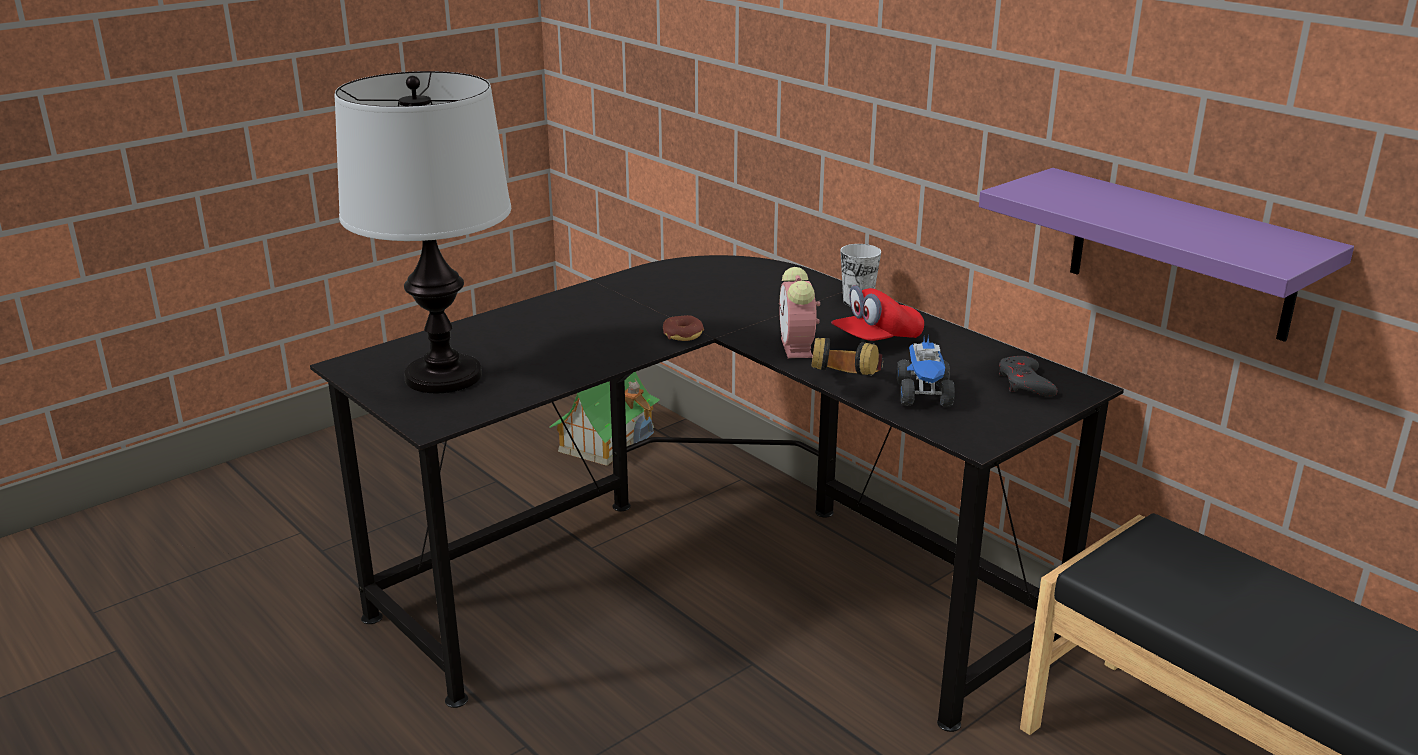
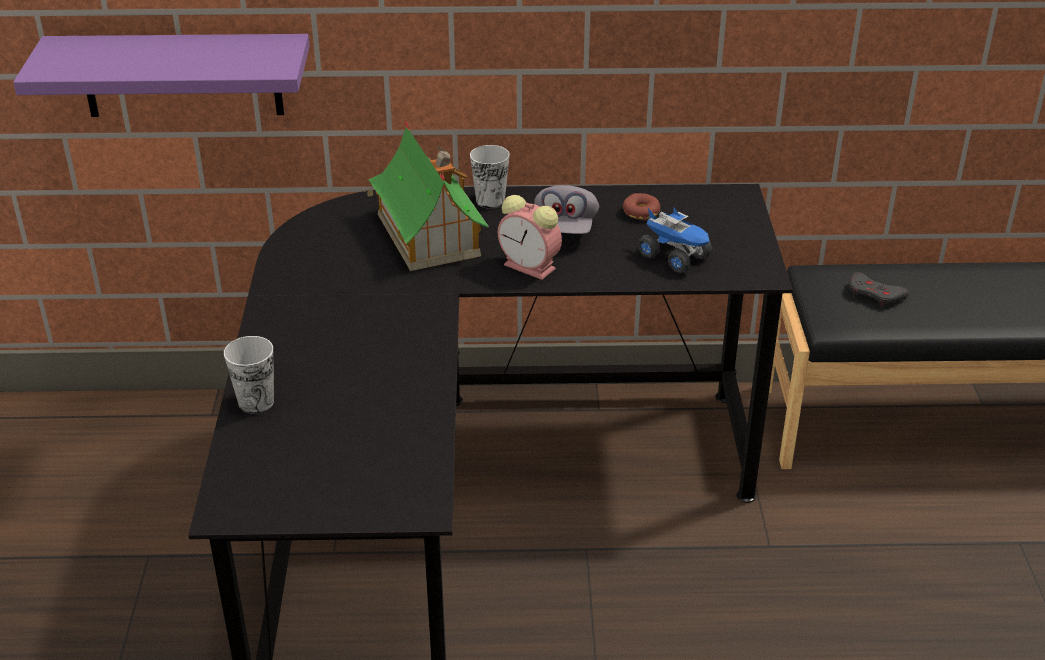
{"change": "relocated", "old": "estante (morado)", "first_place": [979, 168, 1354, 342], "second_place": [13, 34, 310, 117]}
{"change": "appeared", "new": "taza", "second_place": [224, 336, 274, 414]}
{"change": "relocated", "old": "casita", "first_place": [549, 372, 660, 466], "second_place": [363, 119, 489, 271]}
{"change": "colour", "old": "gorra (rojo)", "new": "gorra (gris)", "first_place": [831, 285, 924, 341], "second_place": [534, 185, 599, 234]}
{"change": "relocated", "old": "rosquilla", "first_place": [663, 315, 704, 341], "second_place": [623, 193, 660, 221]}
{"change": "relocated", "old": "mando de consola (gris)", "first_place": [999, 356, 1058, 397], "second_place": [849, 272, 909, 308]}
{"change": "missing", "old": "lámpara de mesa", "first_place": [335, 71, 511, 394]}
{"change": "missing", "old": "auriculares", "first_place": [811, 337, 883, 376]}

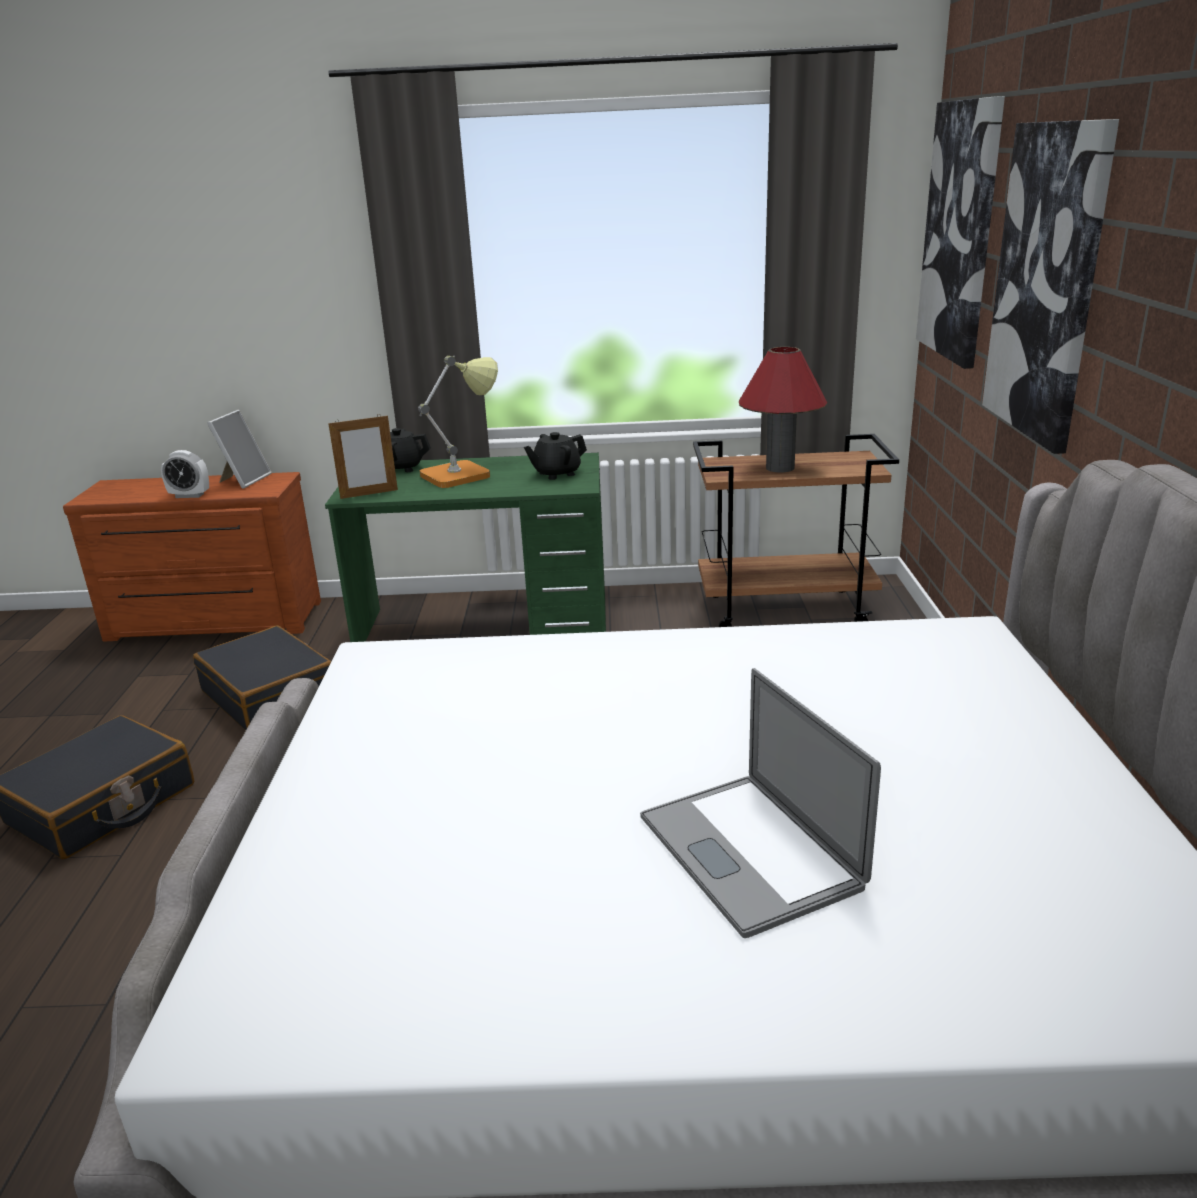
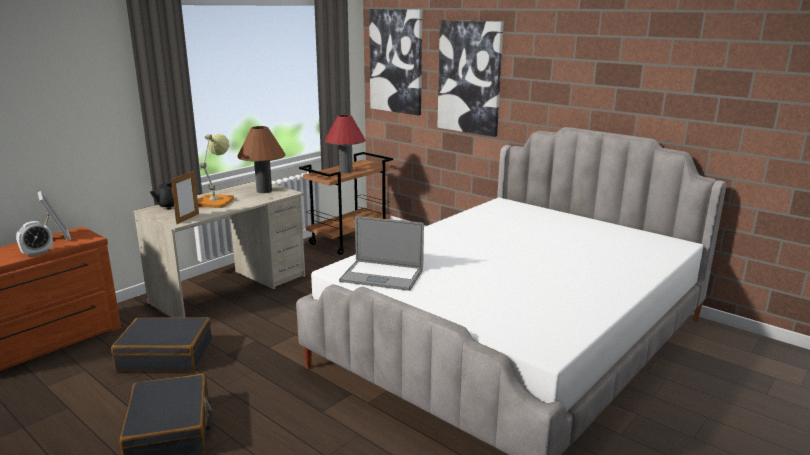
{"change": "colour", "old": "escritorio (verde)", "new": "escritorio (beis)", "first_place": [325, 453, 606, 642], "second_place": [133, 181, 305, 318]}
{"change": "exchanged", "old": "tetera (negro)", "new": "lámpara de mesa (marrón)", "first_place": [524, 432, 587, 480], "second_place": [237, 126, 285, 193]}
{"change": "relocated", "old": "portátil", "first_place": [640, 668, 881, 938], "second_place": [339, 216, 424, 291]}

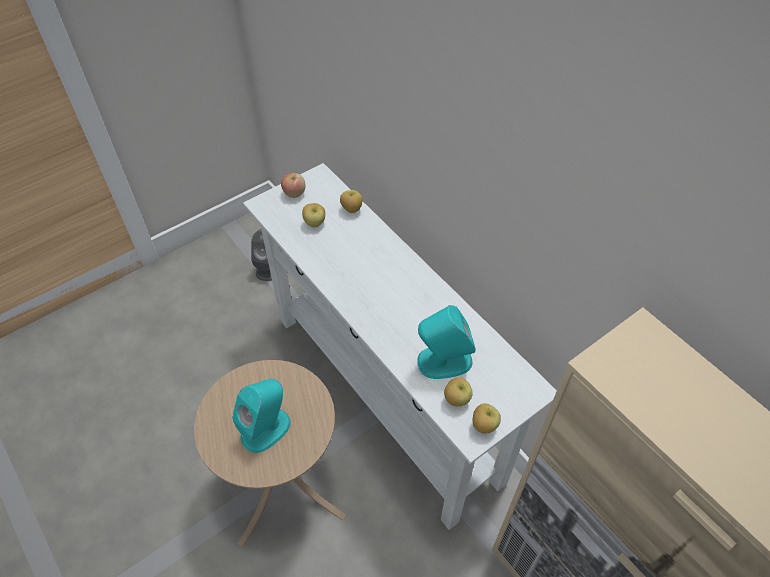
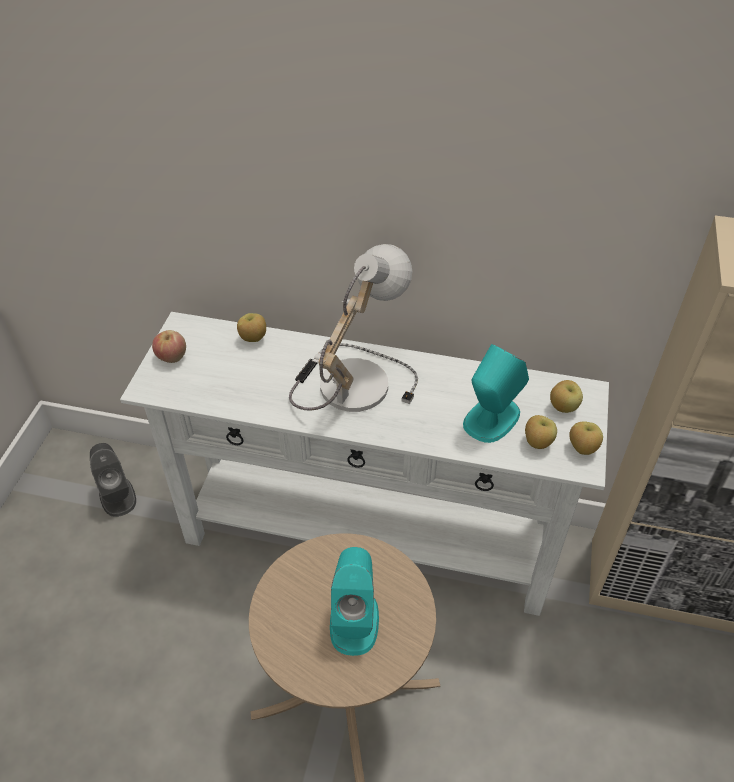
{"change": "appeared", "new": "lámpara de mesa", "second_place": [289, 244, 418, 412]}
{"change": "relocated", "old": "manzana", "first_place": [302, 203, 325, 227], "second_place": [550, 380, 583, 413]}

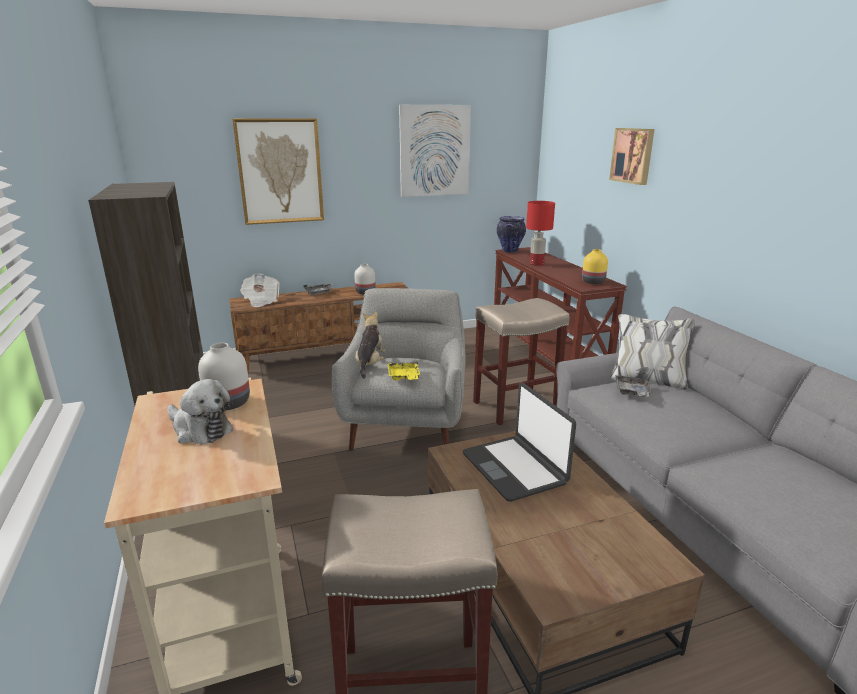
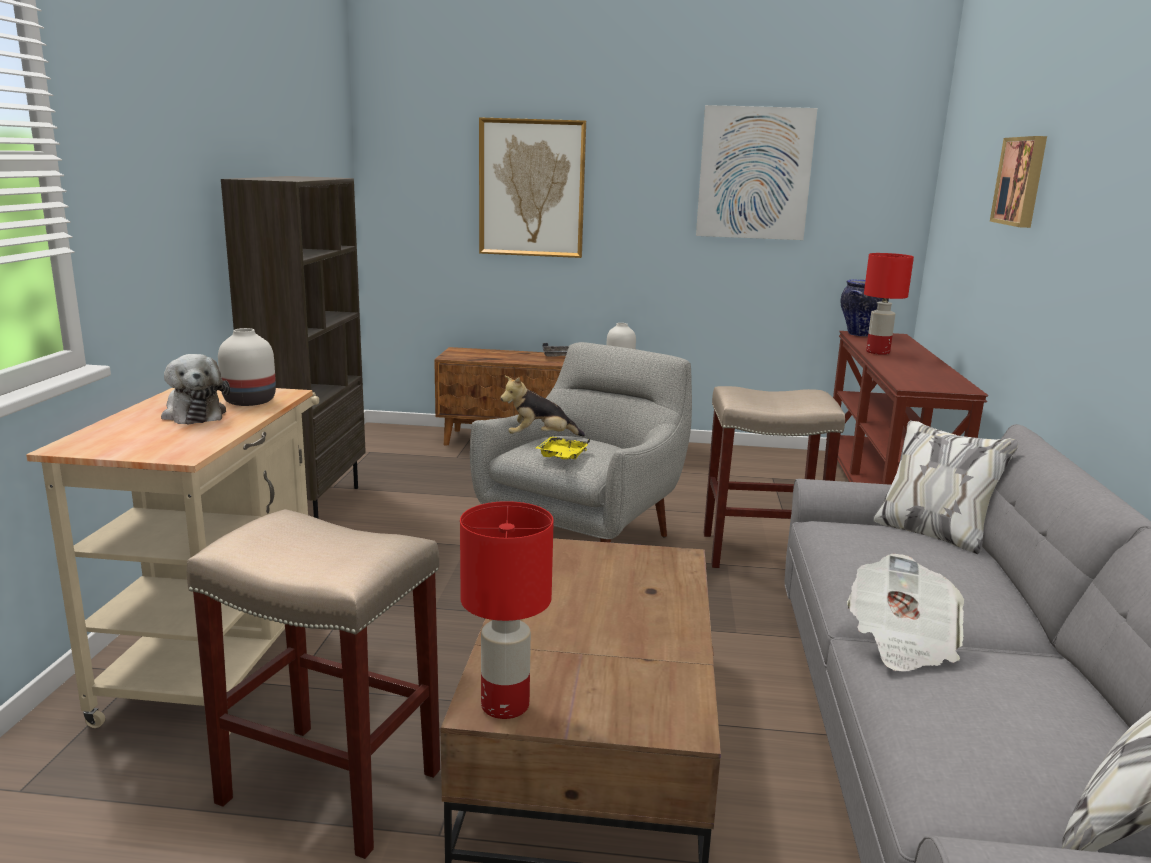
{"change": "appeared", "new": "lámpara de mesa (rojo)", "second_place": [460, 501, 554, 719]}
{"change": "spun", "old": "peluche", "first_place": [355, 312, 386, 379], "second_place": [500, 376, 585, 436], "degrees": -135}
{"change": "relocated", "old": "periódico", "first_place": [240, 274, 280, 307], "second_place": [847, 554, 964, 671]}
{"change": "missing", "old": "portátil", "first_place": [463, 382, 576, 502]}
{"change": "missing", "old": "florero (amarillo)", "first_place": [582, 249, 608, 284]}
{"change": "missing", "old": "bandeja (gris)", "first_place": [615, 375, 652, 397]}

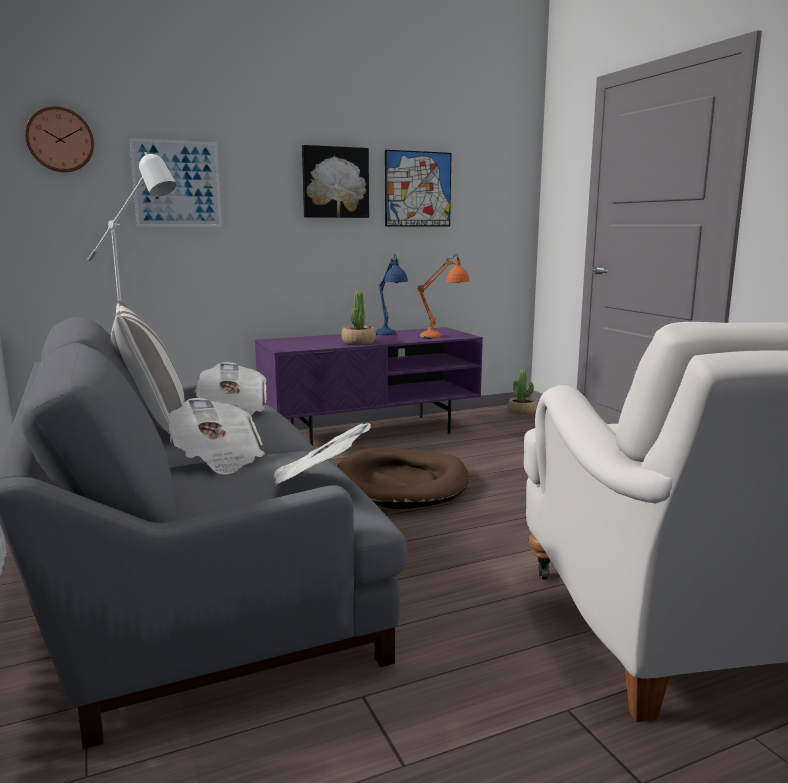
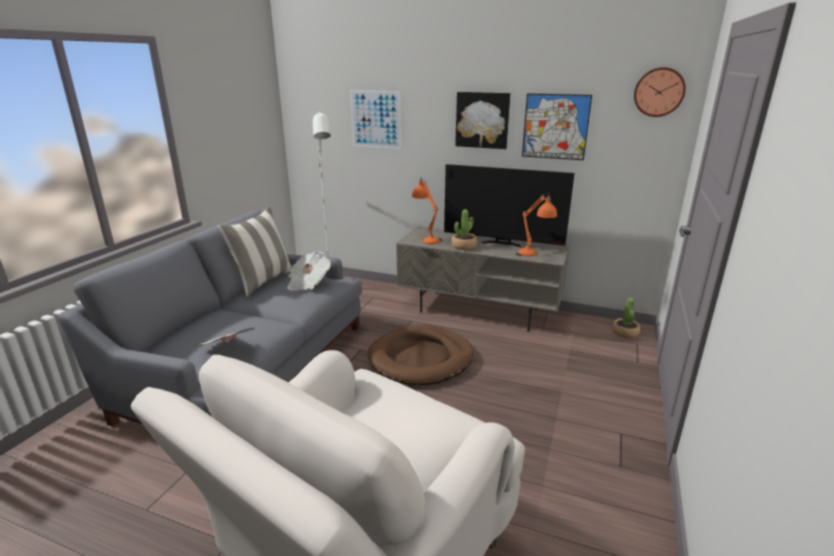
{"change": "colour", "old": "mueble de televisión (morado)", "new": "mueble de televisión (gris)", "first_place": [255, 327, 483, 446], "second_place": [396, 226, 570, 332]}
{"change": "appeared", "new": "lámpara de mesa (naranja)", "second_place": [412, 176, 443, 244]}
{"change": "exchanged", "old": "lámpara de mesa (azul)", "new": "televisor", "first_place": [376, 254, 408, 335], "second_place": [444, 164, 575, 248]}
{"change": "relocated", "old": "reloj de pared", "first_place": [25, 106, 94, 172], "second_place": [634, 67, 686, 117]}
{"change": "missing", "old": "periódico", "first_place": [168, 398, 265, 475]}

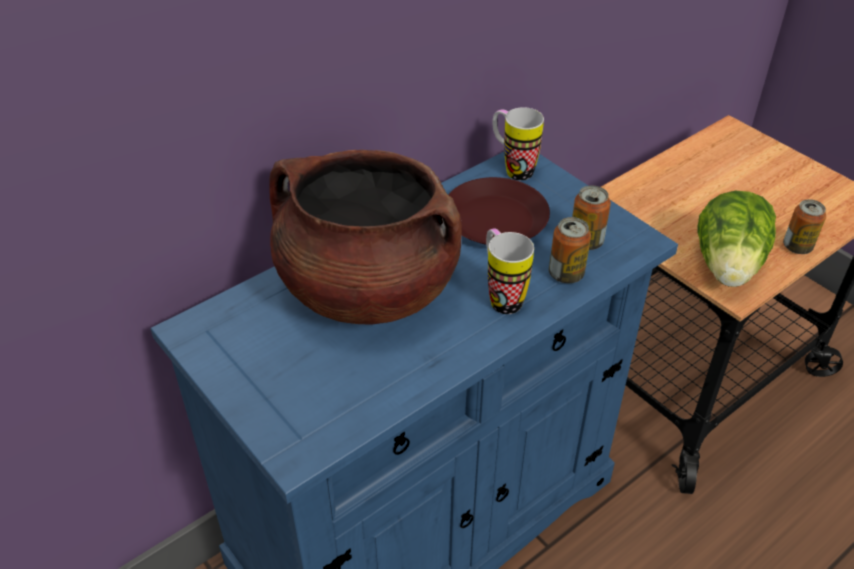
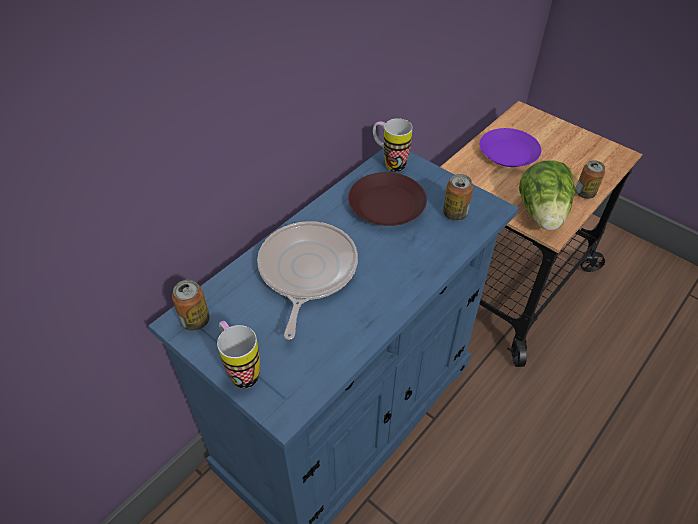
{"change": "relocated", "old": "lata", "first_place": [549, 217, 591, 283], "second_place": [172, 280, 210, 331]}
{"change": "relocated", "old": "taza grande", "first_place": [486, 229, 534, 314], "second_place": [217, 321, 260, 388]}
{"change": "exchanged", "old": "olla (marrón)", "new": "sartén", "first_place": [269, 150, 462, 325], "second_place": [257, 221, 358, 340]}
{"change": "appeared", "new": "plato (morado)", "second_place": [480, 128, 541, 167]}

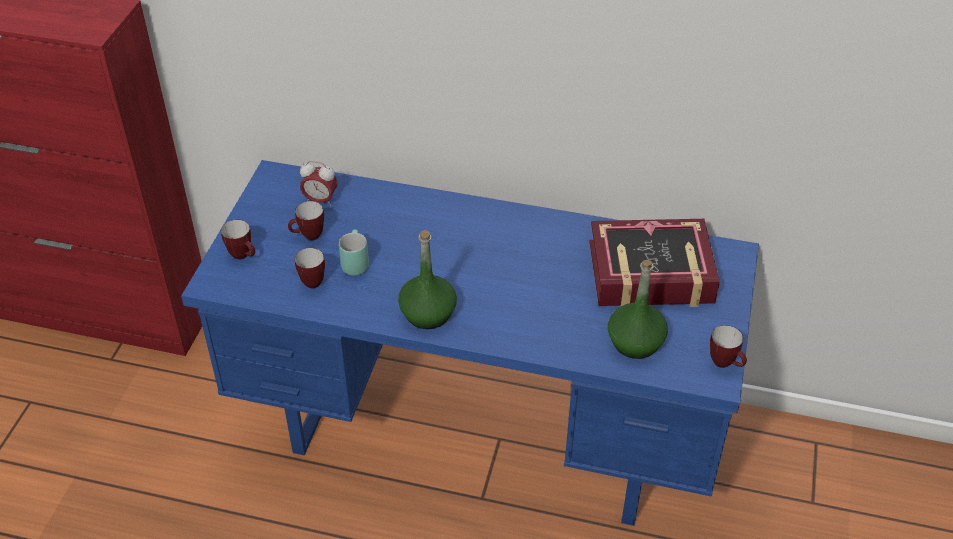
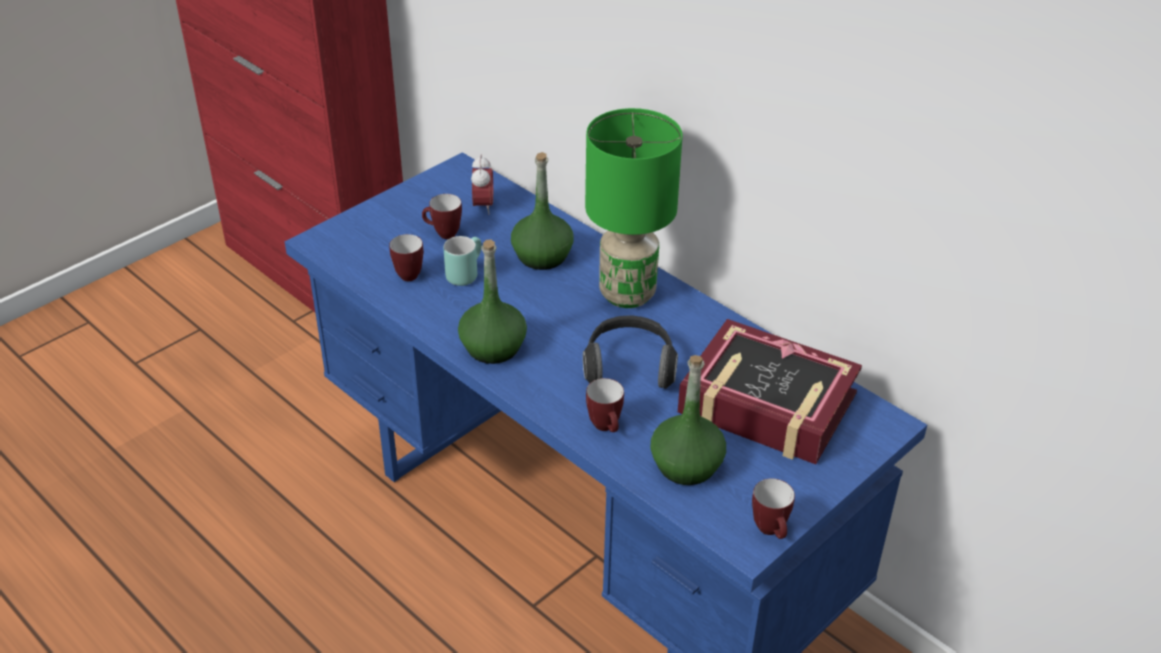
{"change": "spun", "old": "despertador", "first_place": [300, 161, 337, 207], "second_place": [471, 155, 493, 215], "degrees": -135}
{"change": "appeared", "new": "botella (verde)", "second_place": [511, 152, 574, 270]}
{"change": "appeared", "new": "auriculares", "second_place": [583, 315, 678, 389]}
{"change": "appeared", "new": "lámpara de mesa (verde)", "second_place": [585, 108, 683, 308]}
{"change": "relocated", "old": "taza grande", "first_place": [221, 220, 255, 259], "second_place": [586, 378, 624, 432]}

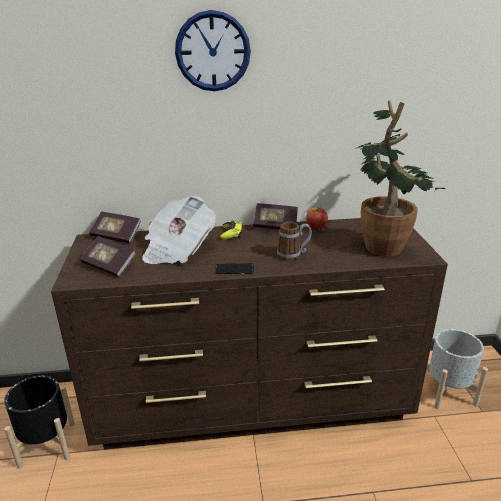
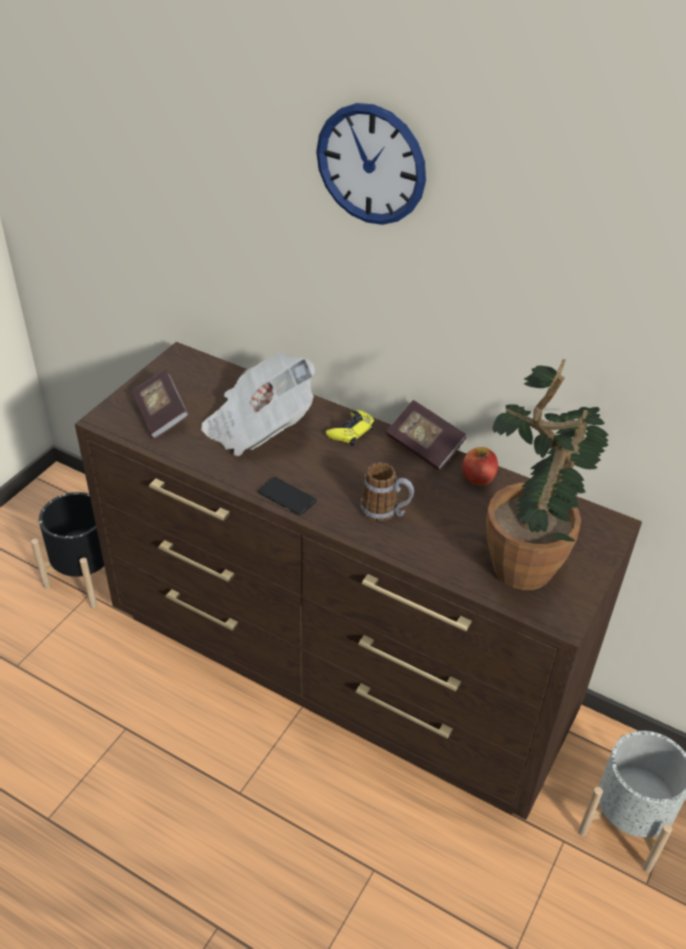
{"change": "missing", "old": "libro", "first_place": [89, 211, 140, 243]}

